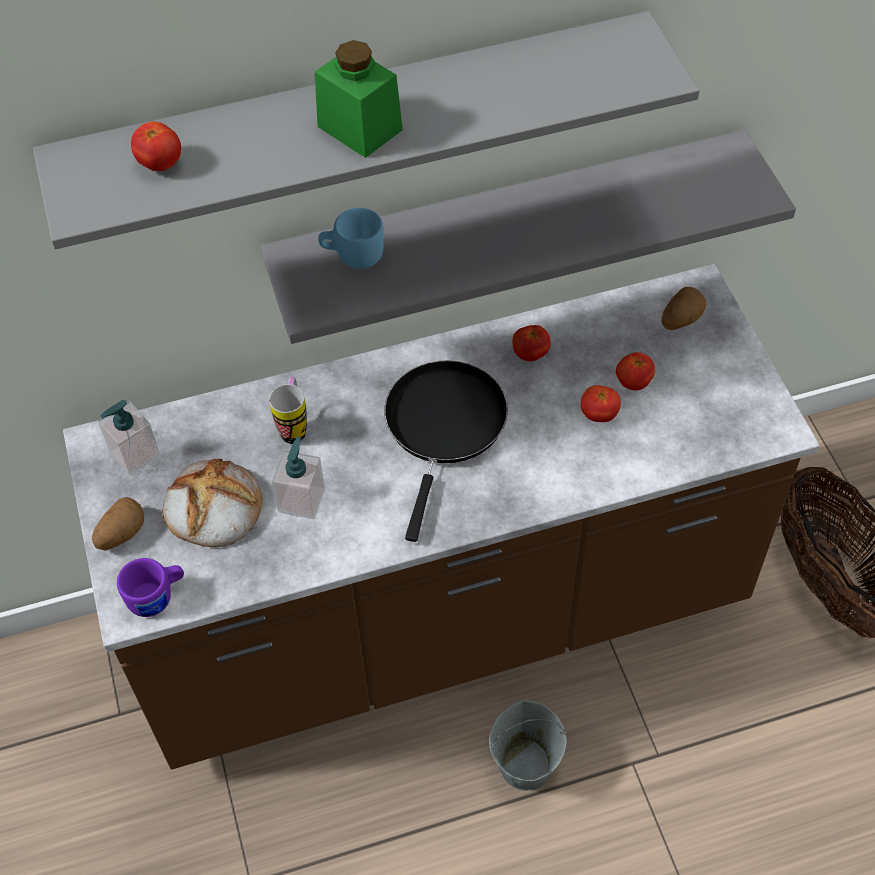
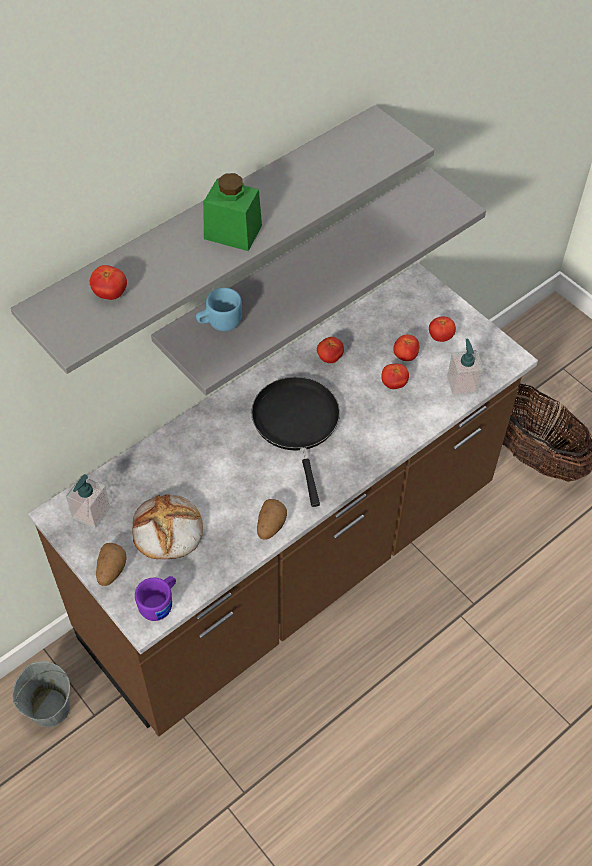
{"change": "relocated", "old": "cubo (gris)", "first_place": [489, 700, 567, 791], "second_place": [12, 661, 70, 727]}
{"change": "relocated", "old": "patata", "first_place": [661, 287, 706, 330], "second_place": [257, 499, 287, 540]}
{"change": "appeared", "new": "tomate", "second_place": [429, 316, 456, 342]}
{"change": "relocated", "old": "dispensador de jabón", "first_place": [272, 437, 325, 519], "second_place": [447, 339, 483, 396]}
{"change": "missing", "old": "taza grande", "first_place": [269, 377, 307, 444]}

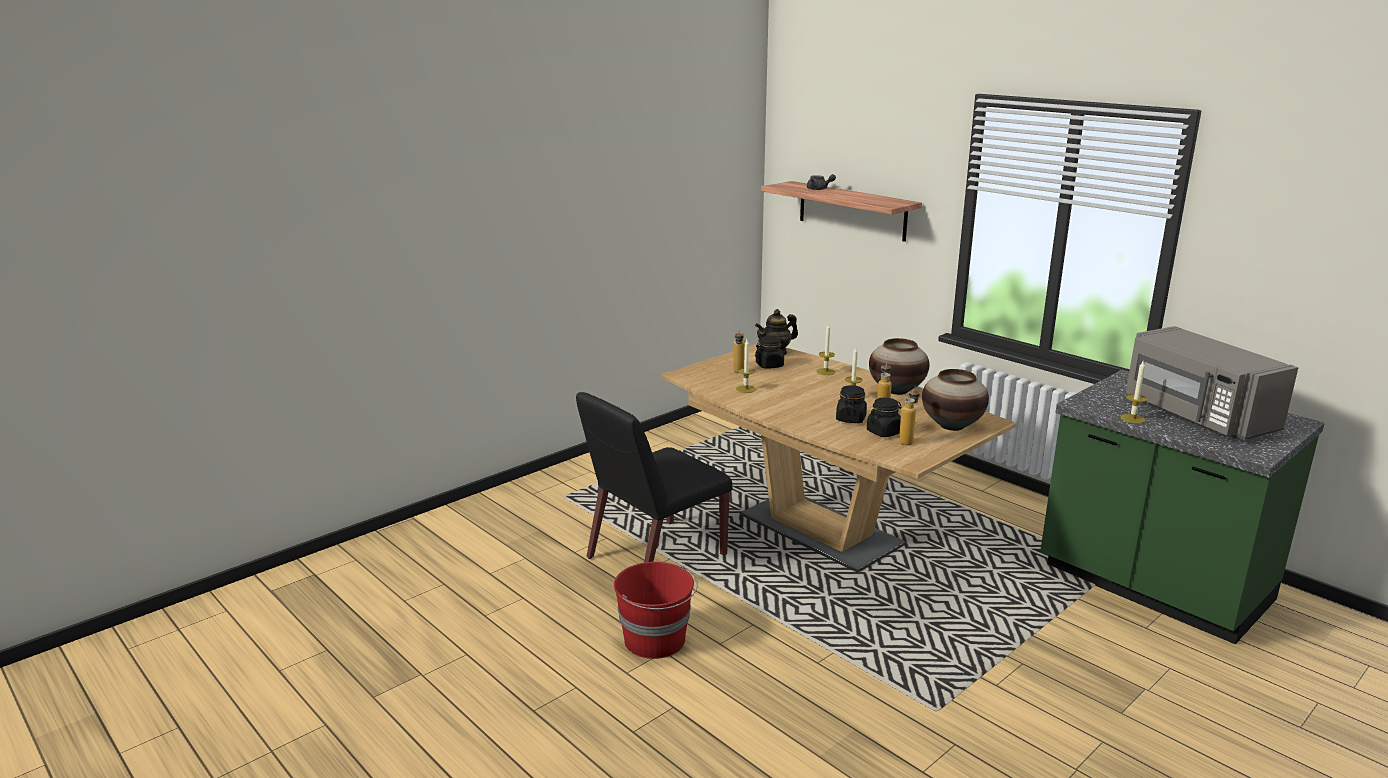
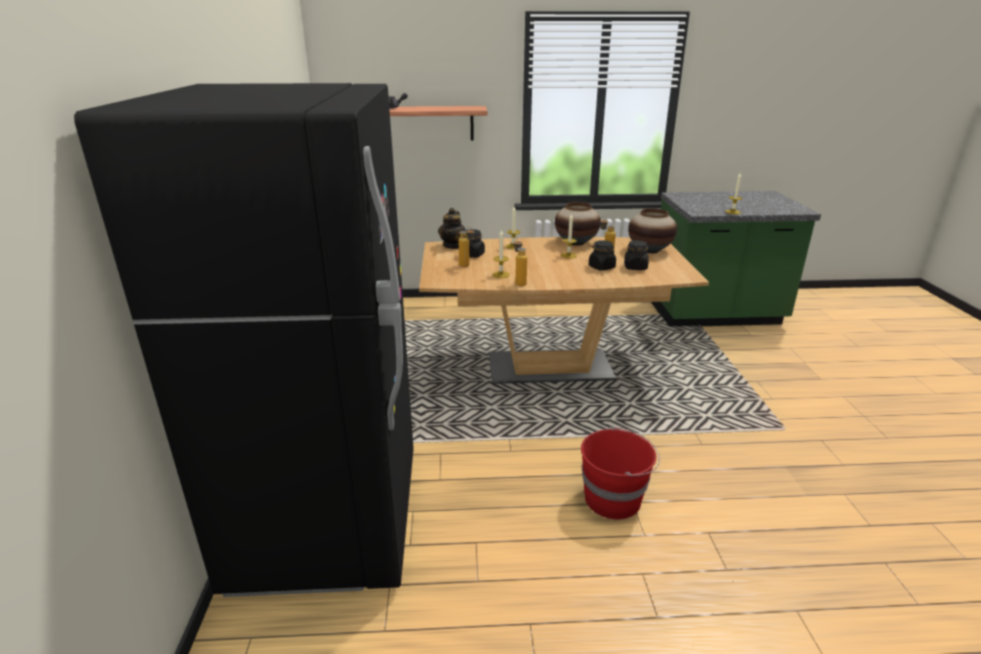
{"change": "appeared", "new": "nevera (negro)", "second_place": [74, 83, 414, 597]}
{"change": "relocated", "old": "botella", "first_place": [899, 386, 920, 445], "second_place": [514, 237, 527, 286]}
{"change": "missing", "old": "silla (negro)", "first_place": [576, 392, 733, 563]}
{"change": "missing", "old": "microondas (gris)", "first_place": [1126, 326, 1298, 440]}

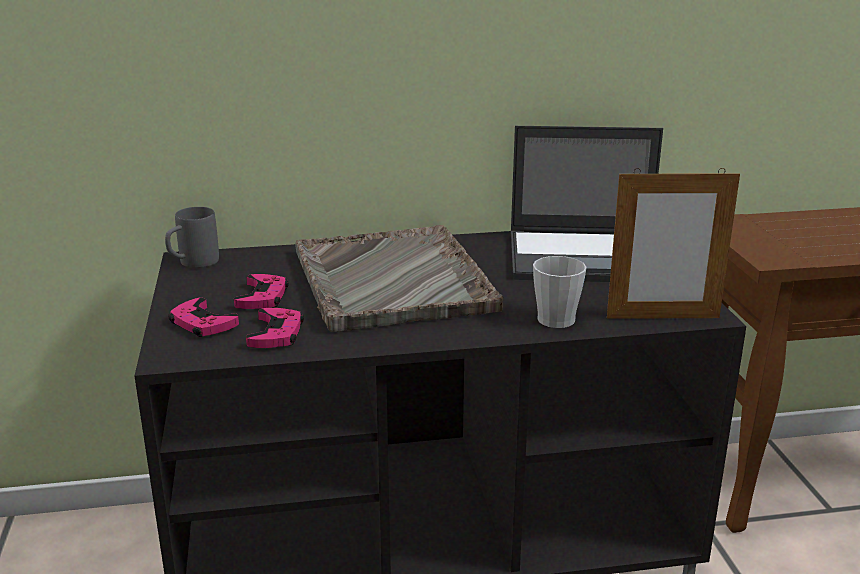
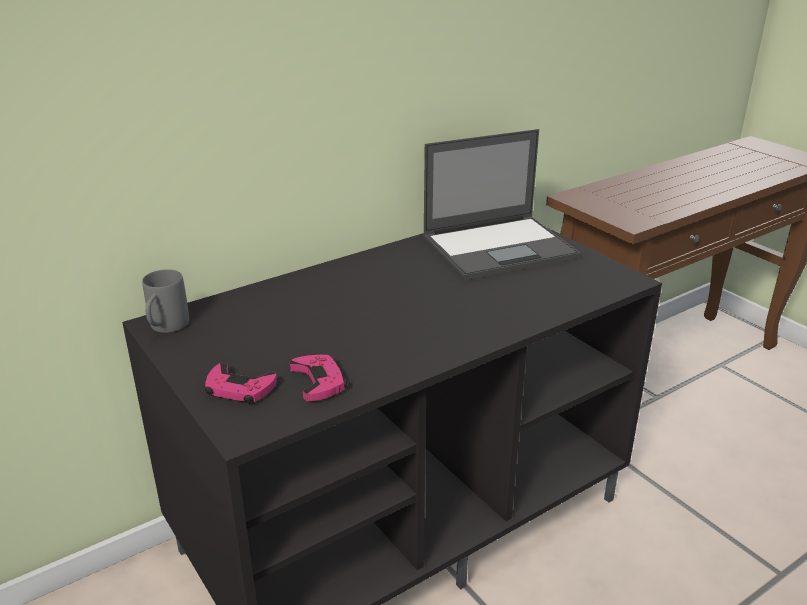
{"change": "missing", "old": "mando de consola (rosa)", "first_place": [234, 274, 289, 309]}
{"change": "missing", "old": "bandeja (gris)", "first_place": [295, 225, 504, 332]}
{"change": "missing", "old": "taza grande (gris)", "first_place": [533, 256, 587, 328]}
{"change": "missing", "old": "portarretratos", "first_place": [607, 168, 740, 319]}

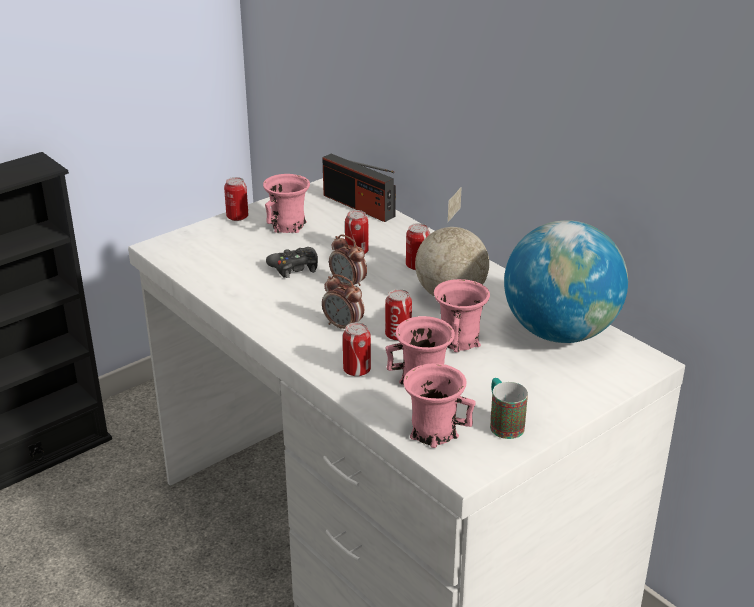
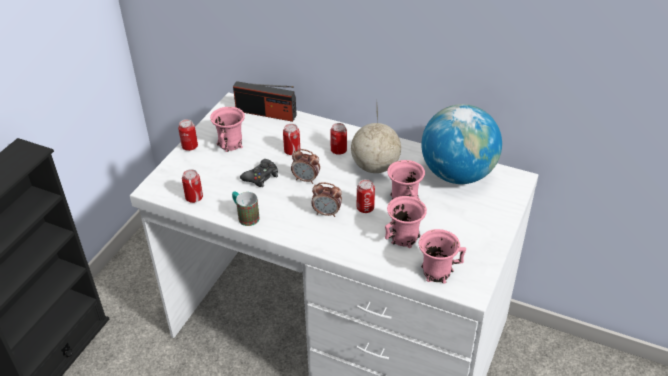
{"change": "relocated", "old": "lata", "first_place": [343, 322, 371, 376], "second_place": [182, 169, 203, 203]}
{"change": "relocated", "old": "taza grande", "first_place": [490, 378, 528, 439], "second_place": [232, 192, 259, 226]}

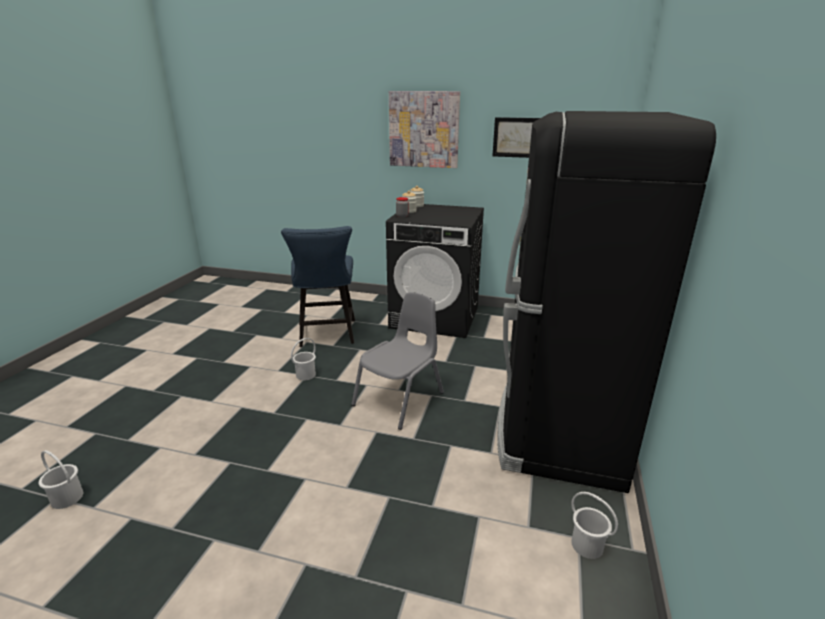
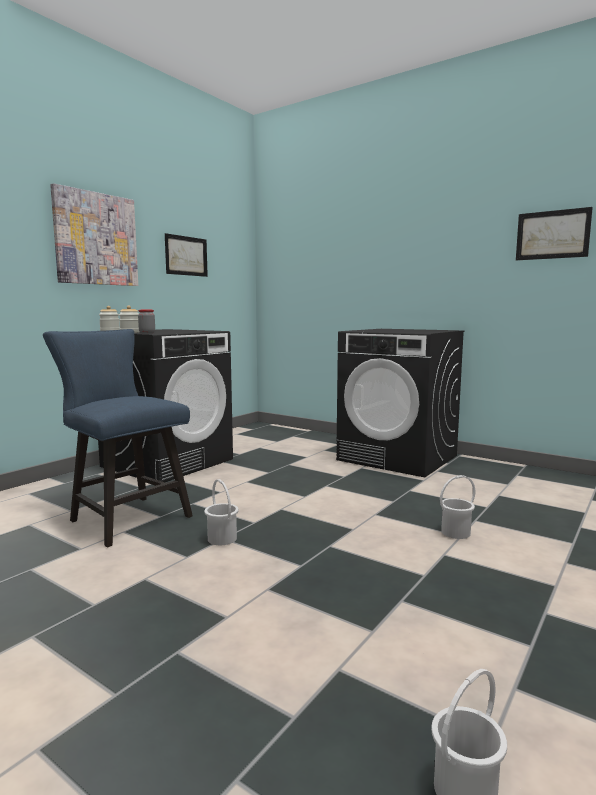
{"change": "spun", "old": "silla (azul)", "first_place": [281, 226, 355, 347], "second_place": [43, 329, 193, 547], "degrees": -150}
{"change": "exchanged", "old": "nevera (negro)", "new": "lavadora (negro)", "first_place": [497, 111, 716, 493], "second_place": [336, 329, 465, 477]}
{"change": "relocated", "old": "cubo (blanco)", "first_place": [571, 492, 618, 559], "second_place": [440, 475, 475, 539]}
{"change": "appeared", "new": "cuadro", "second_place": [516, 207, 593, 260]}
{"change": "missing", "old": "silla (gris)", "first_place": [351, 292, 444, 430]}

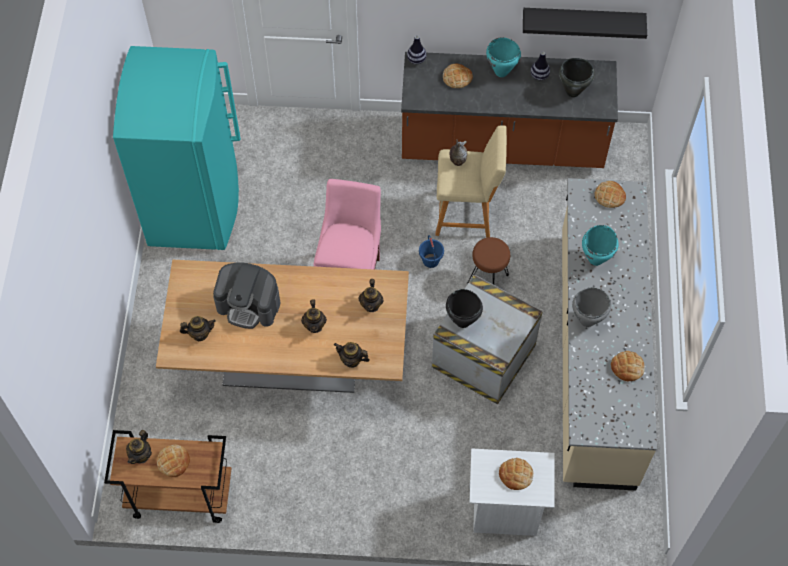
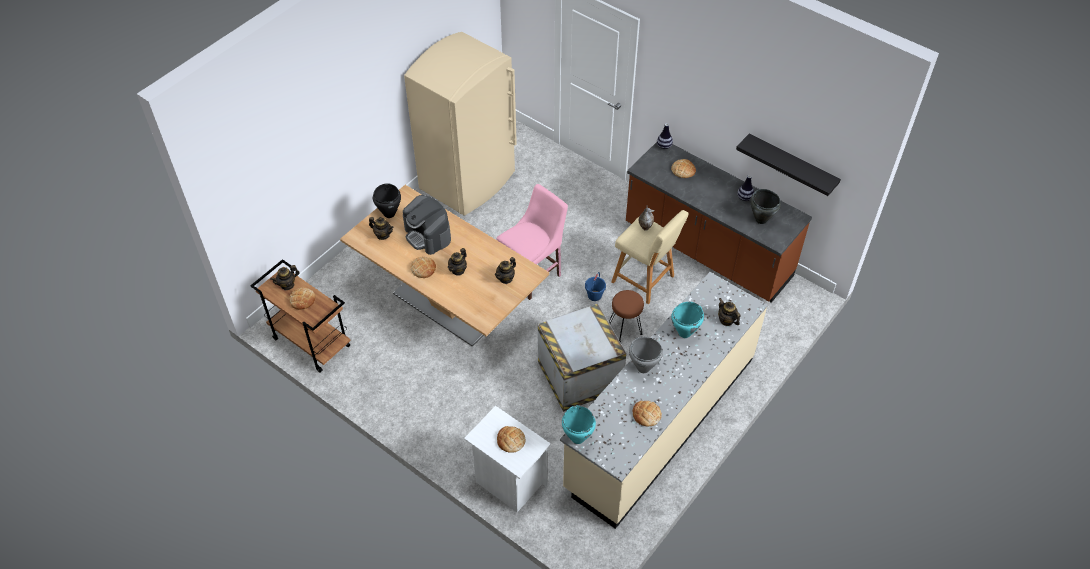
{"change": "relocated", "old": "olla (negro)", "first_place": [446, 289, 483, 328], "second_place": [373, 183, 401, 218]}
{"change": "colour", "old": "nevera (turquesa)", "new": "nevera (beis)", "first_place": [113, 46, 241, 250], "second_place": [404, 32, 517, 216]}
{"change": "relocated", "old": "pan", "first_place": [595, 181, 626, 208], "second_place": [411, 257, 436, 278]}
{"change": "relocated", "old": "olla (turquesa)", "first_place": [486, 37, 521, 77], "second_place": [562, 405, 596, 444]}
{"change": "relocated", "old": "tetera", "first_place": [334, 342, 370, 368], "second_place": [718, 298, 740, 326]}

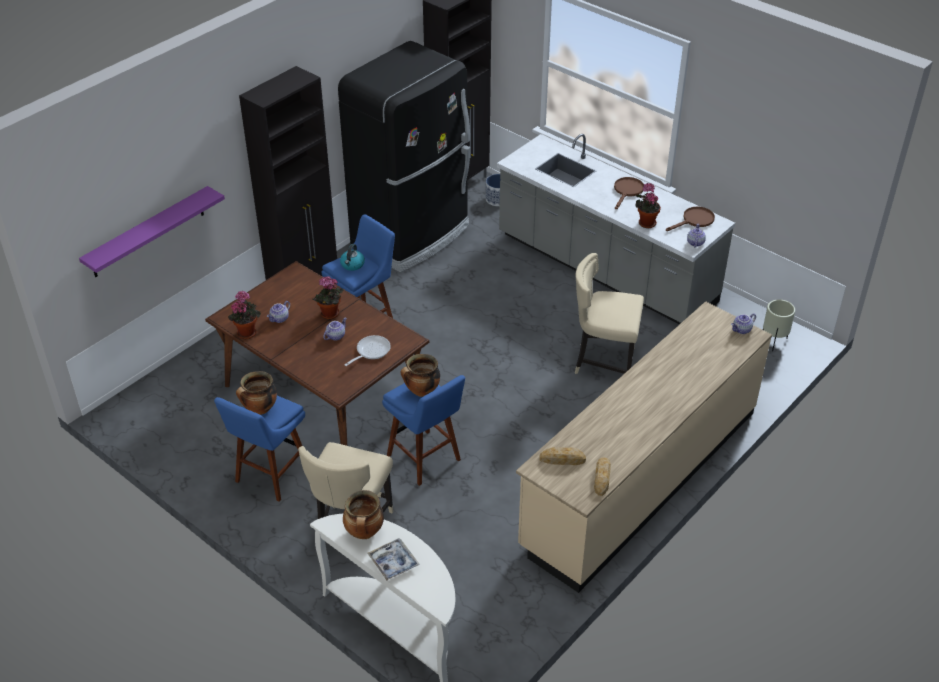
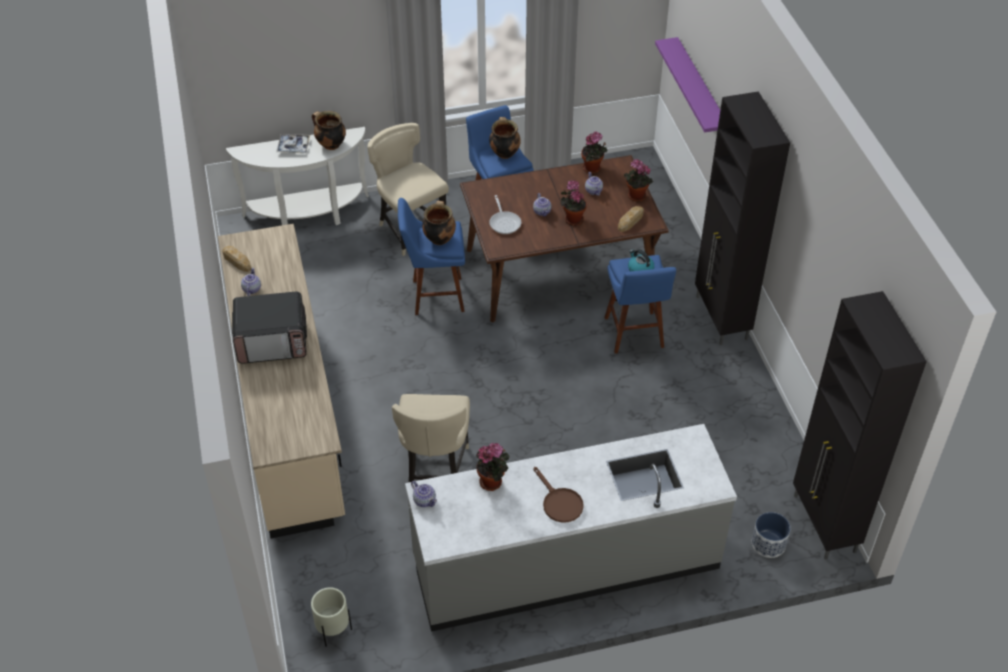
{"change": "appeared", "new": "microondas", "second_place": [232, 291, 307, 364]}
{"change": "relocated", "old": "tetera", "first_place": [731, 313, 756, 334], "second_place": [241, 268, 261, 296]}
{"change": "spun", "old": "silla (beis)", "first_place": [575, 253, 644, 374], "second_place": [392, 394, 470, 482], "degrees": 135}
{"change": "relocated", "old": "pan", "first_place": [539, 447, 586, 465], "second_place": [618, 206, 644, 232]}
{"change": "appeared", "new": "planta en maceta", "second_place": [624, 159, 653, 202]}
{"change": "missing", "old": "nevera (negro)", "first_place": [338, 41, 470, 272]}
{"change": "missing", "old": "sartén (marrón)", "first_place": [666, 207, 715, 231]}

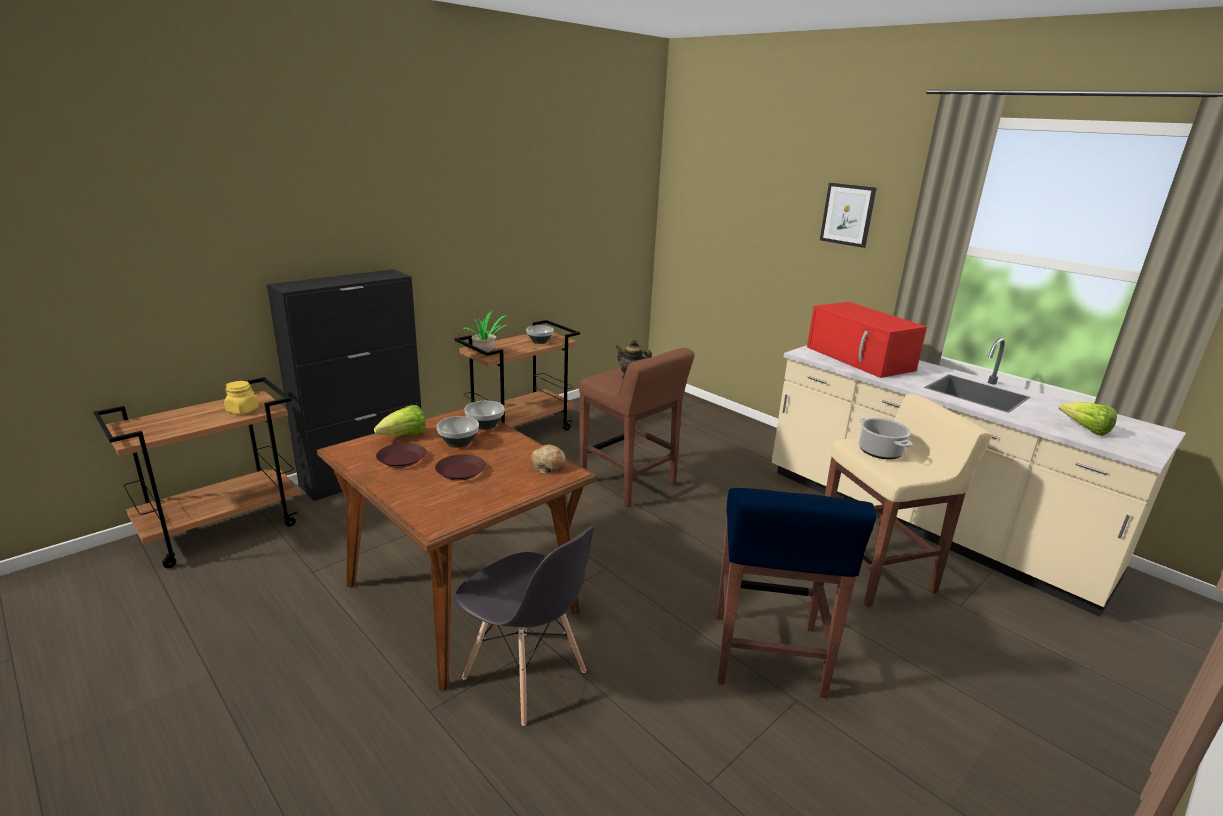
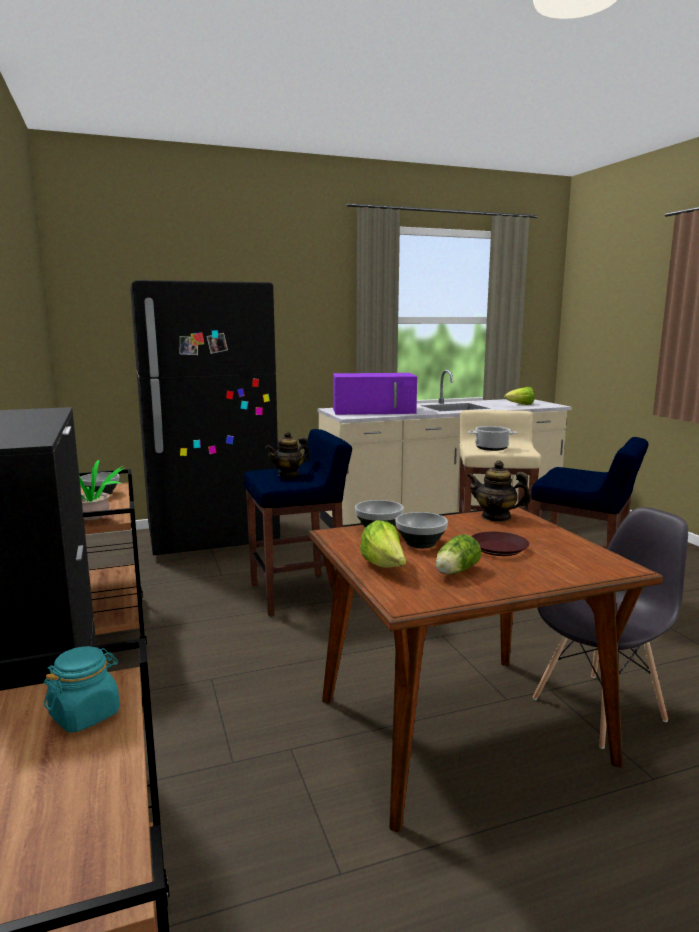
{"change": "colour", "old": "tarro (amarillo)", "new": "tarro (turquesa)", "first_place": [224, 381, 259, 414], "second_place": [44, 646, 120, 732]}
{"change": "appeared", "new": "nevera (negro)", "second_place": [130, 280, 280, 555]}
{"change": "colour", "old": "taburete (marrón)", "new": "taburete (azul)", "first_place": [579, 348, 695, 508], "second_place": [244, 429, 352, 616]}
{"change": "colour", "old": "microondas (rojo)", "new": "microondas (morado)", "first_place": [807, 302, 927, 378], "second_place": [333, 373, 417, 415]}
{"change": "exchanged", "old": "plato (marrón)", "new": "lechuga", "first_place": [376, 443, 426, 468], "second_place": [436, 534, 481, 574]}
{"change": "exchanged", "old": "pan", "new": "tetera", "first_place": [530, 444, 566, 474], "second_place": [467, 460, 531, 522]}
{"change": "missing", "old": "cuadro", "first_place": [820, 183, 877, 248]}

